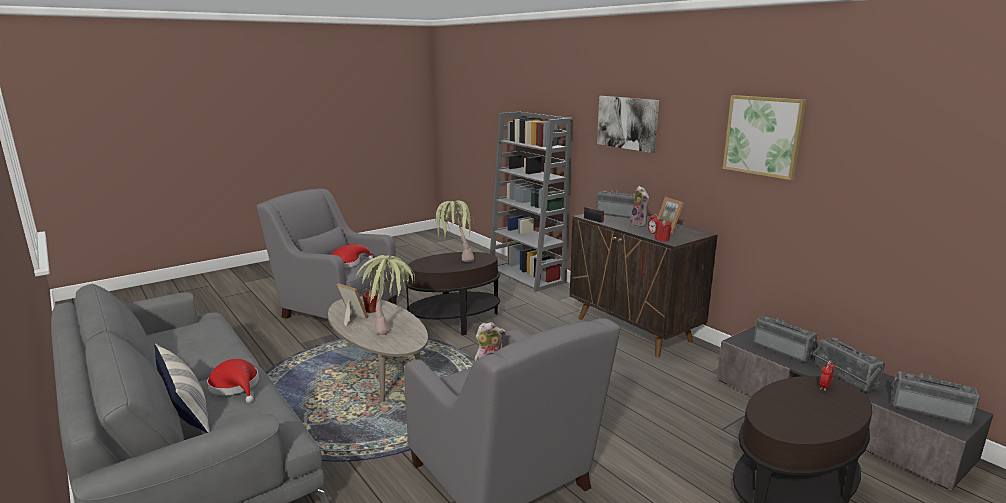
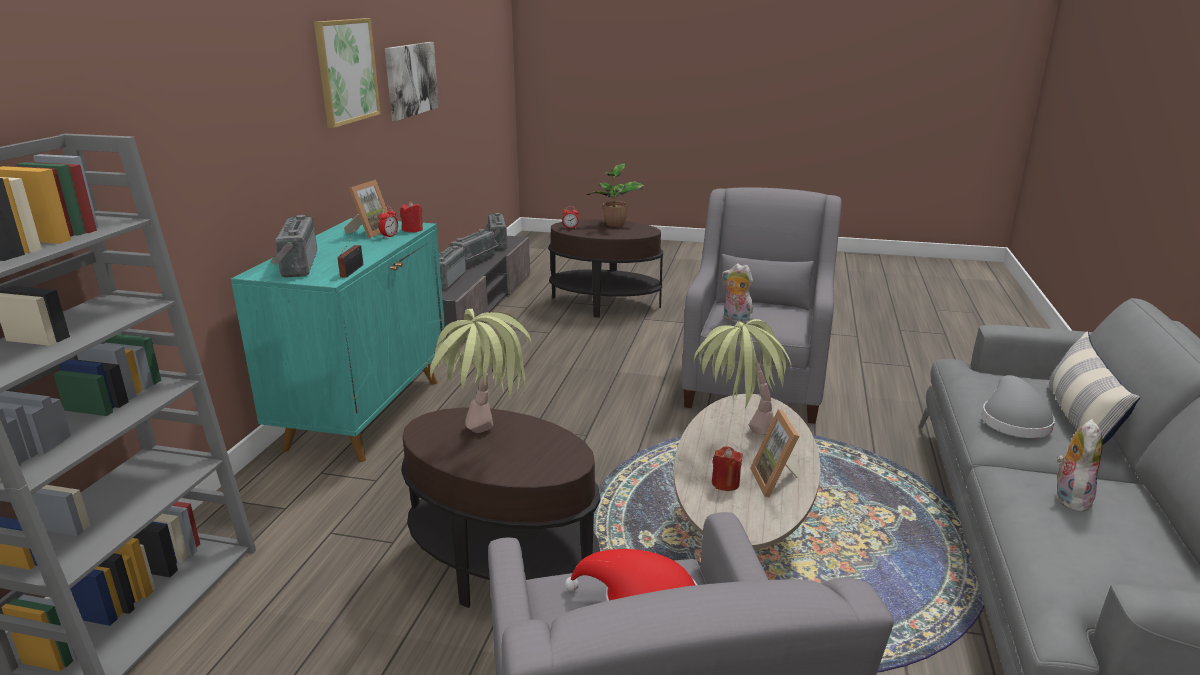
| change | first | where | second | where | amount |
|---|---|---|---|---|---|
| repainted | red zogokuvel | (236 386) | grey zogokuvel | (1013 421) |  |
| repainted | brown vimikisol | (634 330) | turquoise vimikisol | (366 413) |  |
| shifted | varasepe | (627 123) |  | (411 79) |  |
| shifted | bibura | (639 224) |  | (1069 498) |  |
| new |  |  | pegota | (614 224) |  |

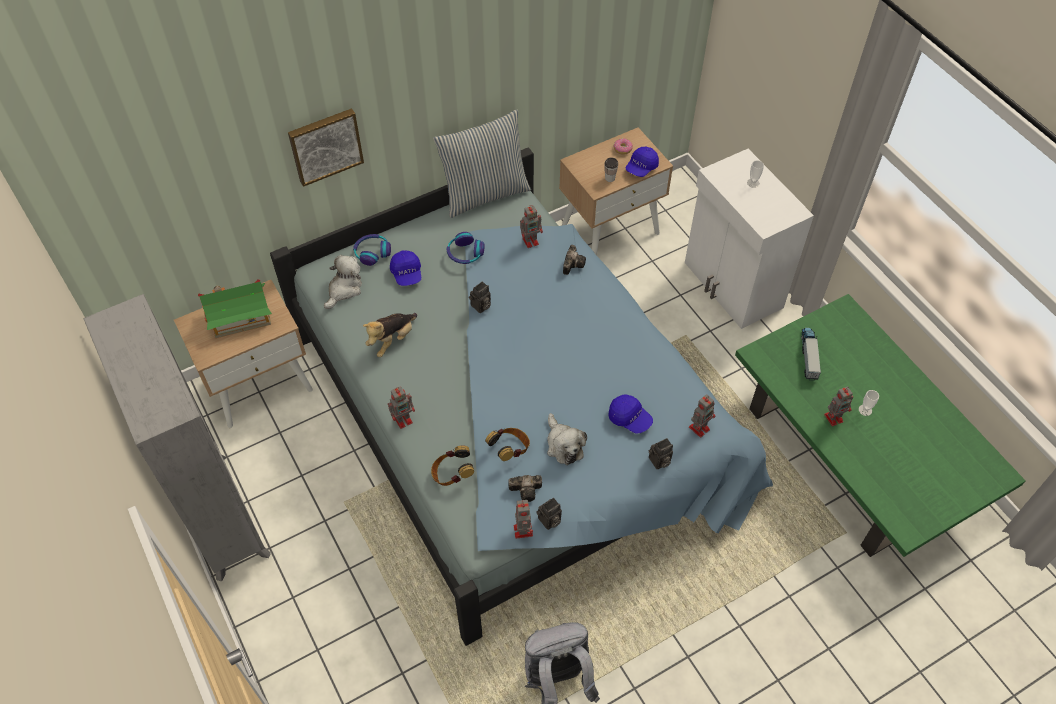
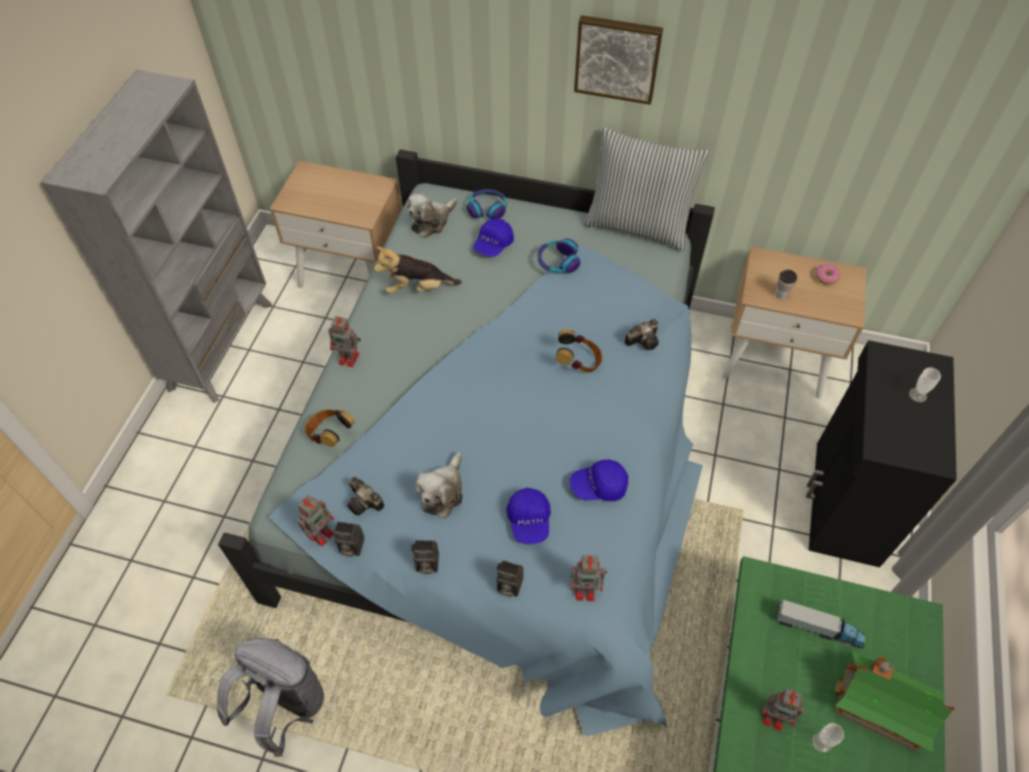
| change | first | where | second | where | amount |
|---|---|---|---|---|---|
| shifted | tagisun | (240 317) |  | (880 707) |  |
| shifted | varasepe | (325 145) |  | (617 58) |  |
| rotated | bibura | (344 289) |  | (431 222) | 150 degrees clockwise |
| shifted | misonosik | (480 306) |  | (426 564) |  |
| shifted | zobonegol | (510 449) |  | (578 362) |  |
| gone | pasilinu | (531 241) |  |  |  |
| shifted | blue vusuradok | (641 168) |  | (599 486) |  |
| repainted | white vimikisol | (732 286) | black vimikisol | (844 502) |  |
| rotated | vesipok | (808 356) |  | (818 628) | 60 degrees clockwise |

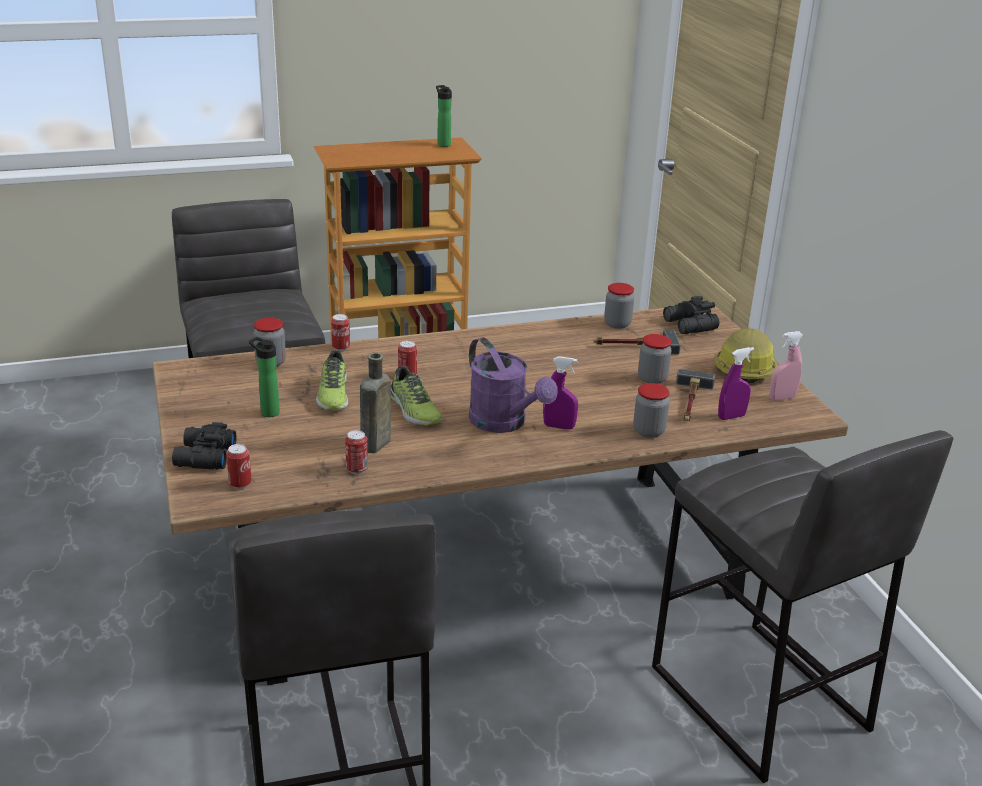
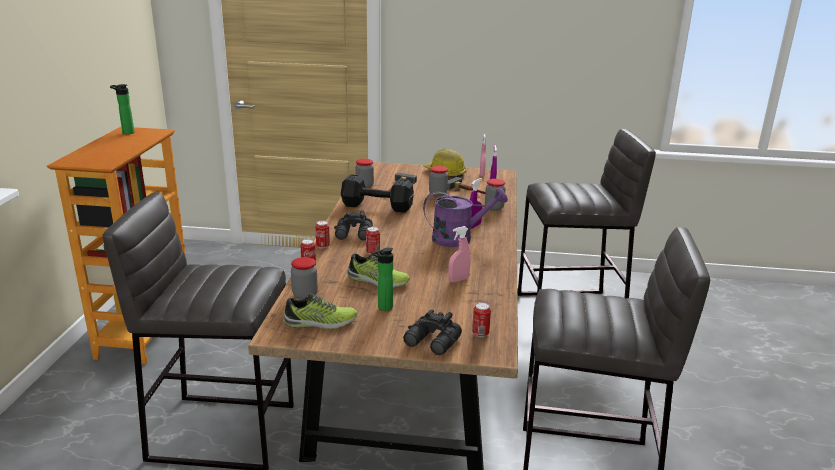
| change | first | where | second | where | amount |
|---|---|---|---|---|---|
| shifted | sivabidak | (357 469) |  | (323 246) |  |
| swapped | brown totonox | (374 445) | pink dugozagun | (458 280) |  |
| shifted | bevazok | (414 410) |  | (320 322) |  |
| shifted | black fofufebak | (689 326) |  | (355 235) |  |
| new |  |  | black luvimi | (378 207) |  |

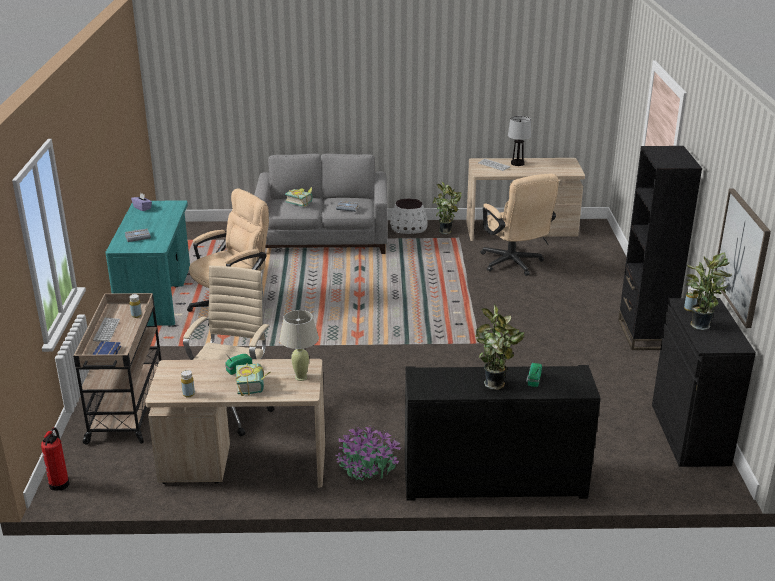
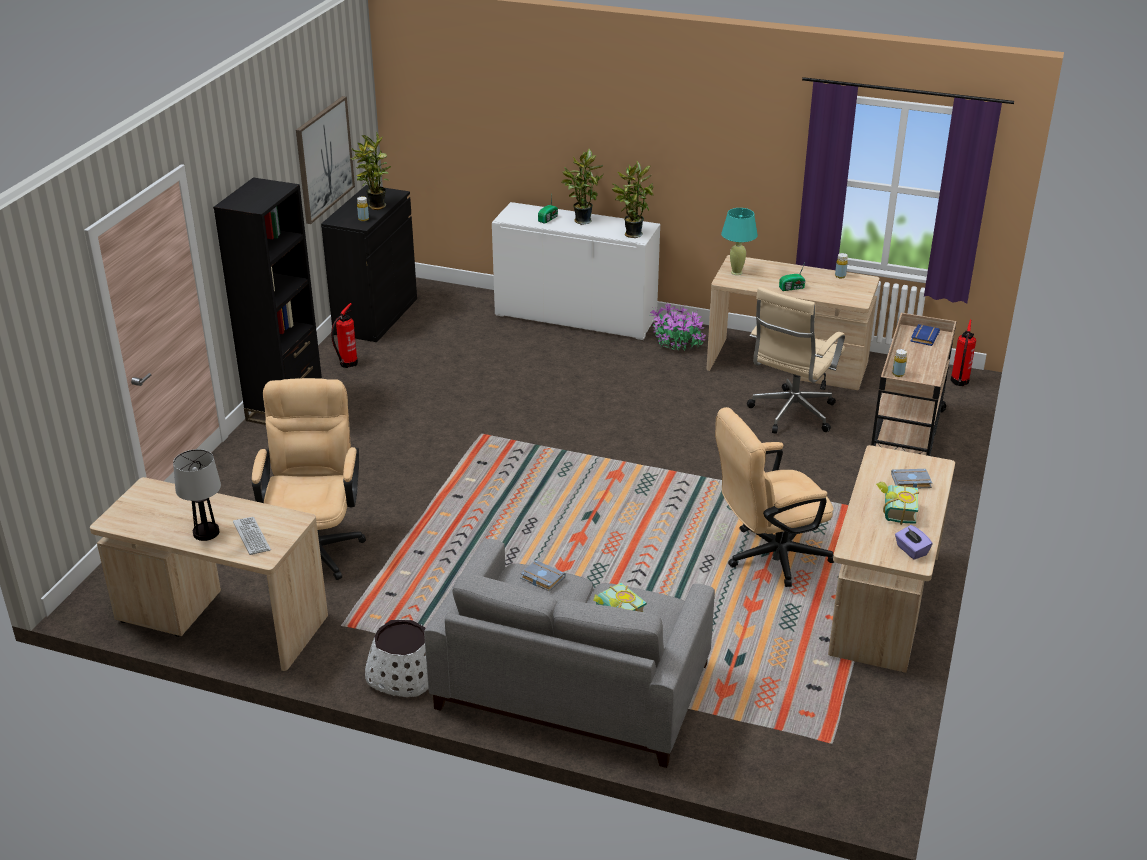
| change | first | where | second | where | amount |
|---|---|---|---|---|---|
| gone | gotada | (106 330) |  |  |  |
| repainted | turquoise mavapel | (157 295) | beige mavapel | (882 604) |  |
| shifted | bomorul | (254 386) |  | (894 512) |  |
| repainted | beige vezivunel | (301 377) | turquoise vezivunel | (736 272) |  |
| repainted | black vimikisol | (494 480) | white vimikisol | (575 317) |  |
| shifted | pegota | (446 232) |  | (631 234) |  |
| new |  |  | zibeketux | (347 364) |  |

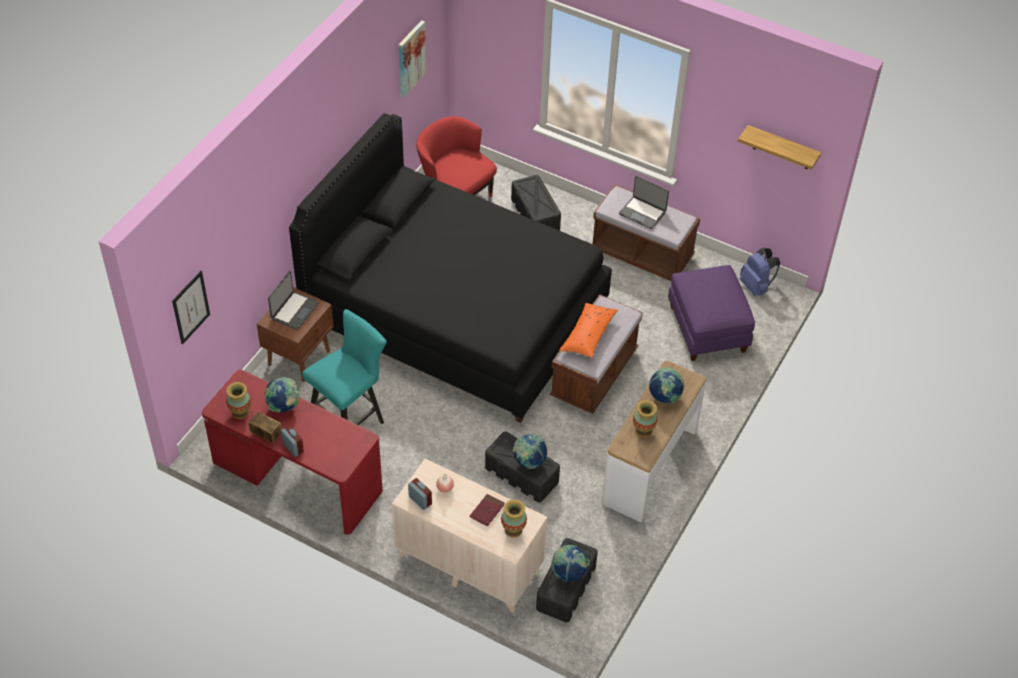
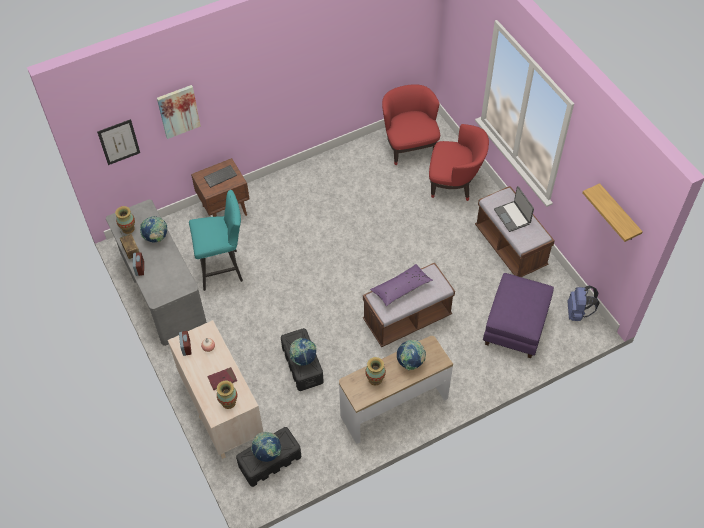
| change | first | where | second | where | amount |
|---|---|---|---|---|---|
| repainted | red mavapel | (297 478) | grey mavapel | (162 290) |  |
| swapped | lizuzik | (294 311) | gotada | (220 176) |  |
| gone | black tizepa | (455 313) |  |  |  |
| shifted | varasepe | (410 58) |  | (178 111) |  |
| swapped | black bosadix | (535 215) | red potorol | (454 184) |  |
| repainted | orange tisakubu | (588 335) | purple tisakubu | (401 288) |  |

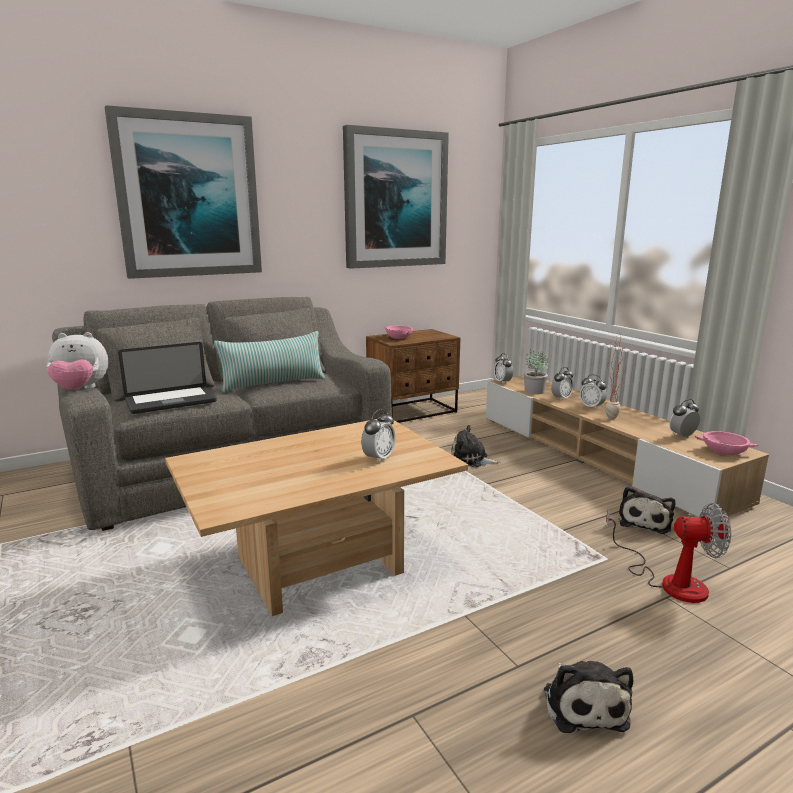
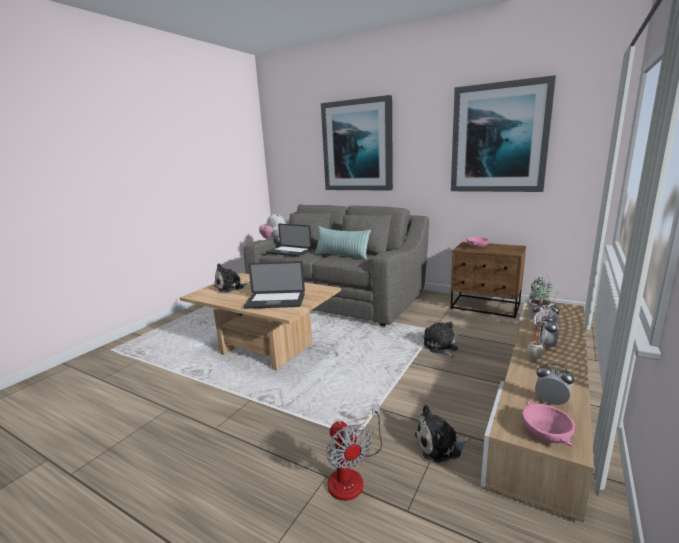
| change | first | where | second | where | amount |
|---|---|---|---|---|---|
| swapped | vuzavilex | (378 458) | lizuzik | (275 301) |  |
| shifted | bibura | (583 704) |  | (231 287) |  |

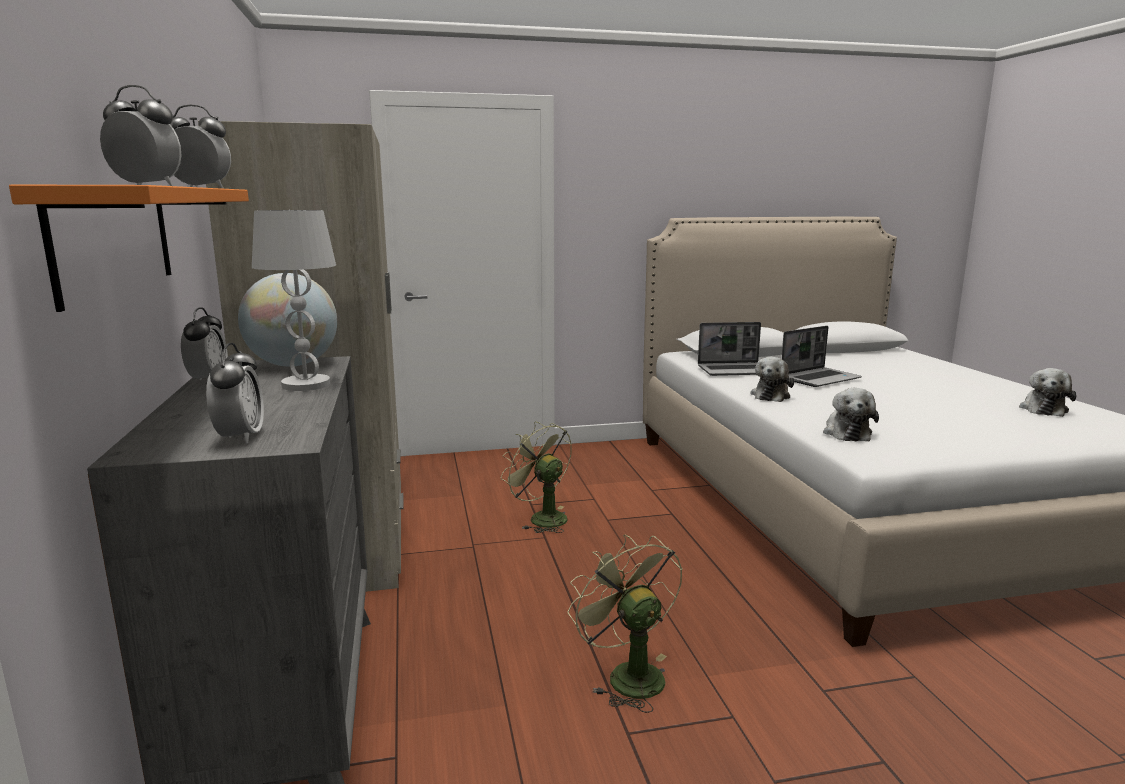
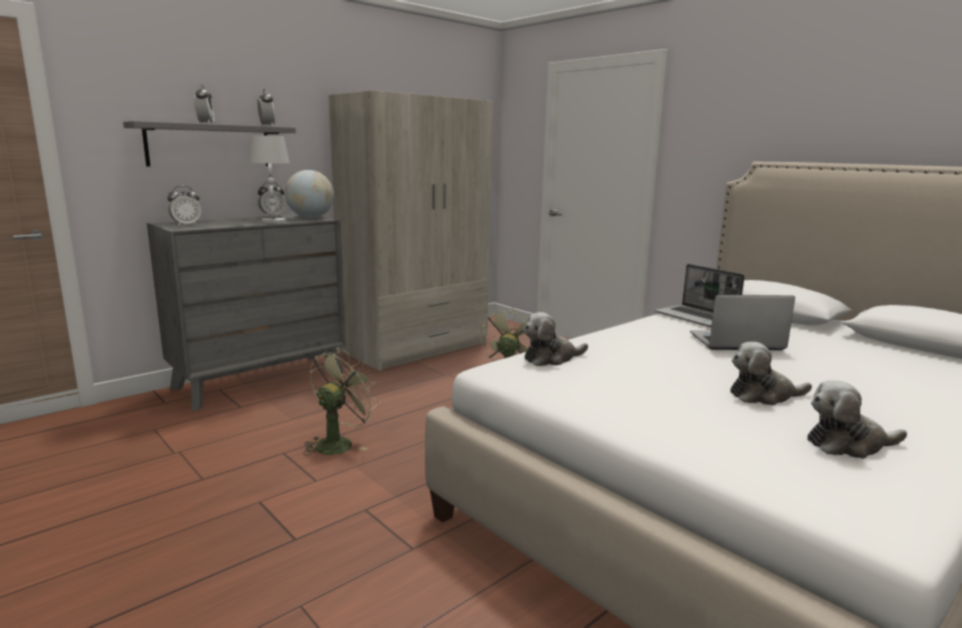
| change | first | where | second | where | amount |
|---|---|---|---|---|---|
| repainted | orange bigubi | (115 239) | grey bigubi | (209 145) |  |
| shifted | bibura | (771 395) |  | (763 395) |  |
| rotated | lizuzik | (820 379) |  | (735 342) | 150 degrees clockwise |

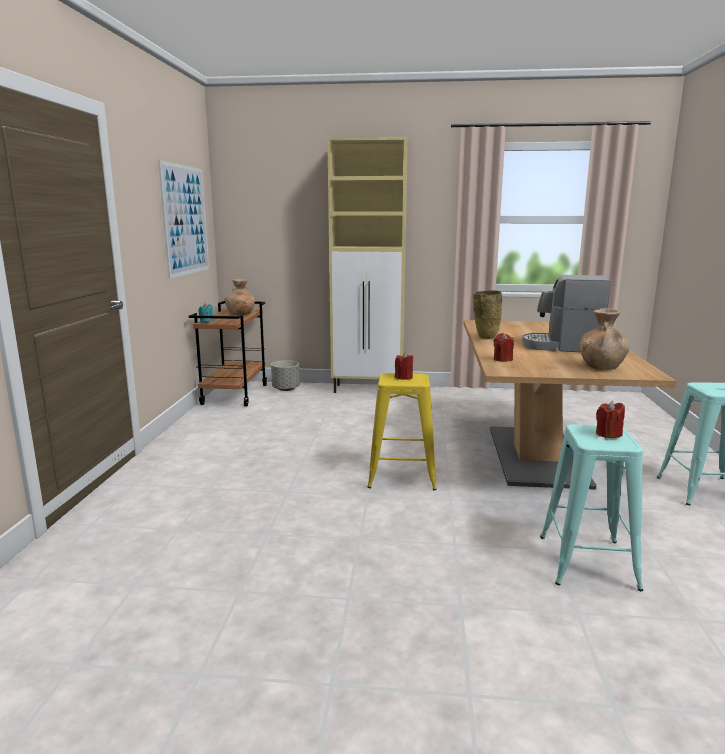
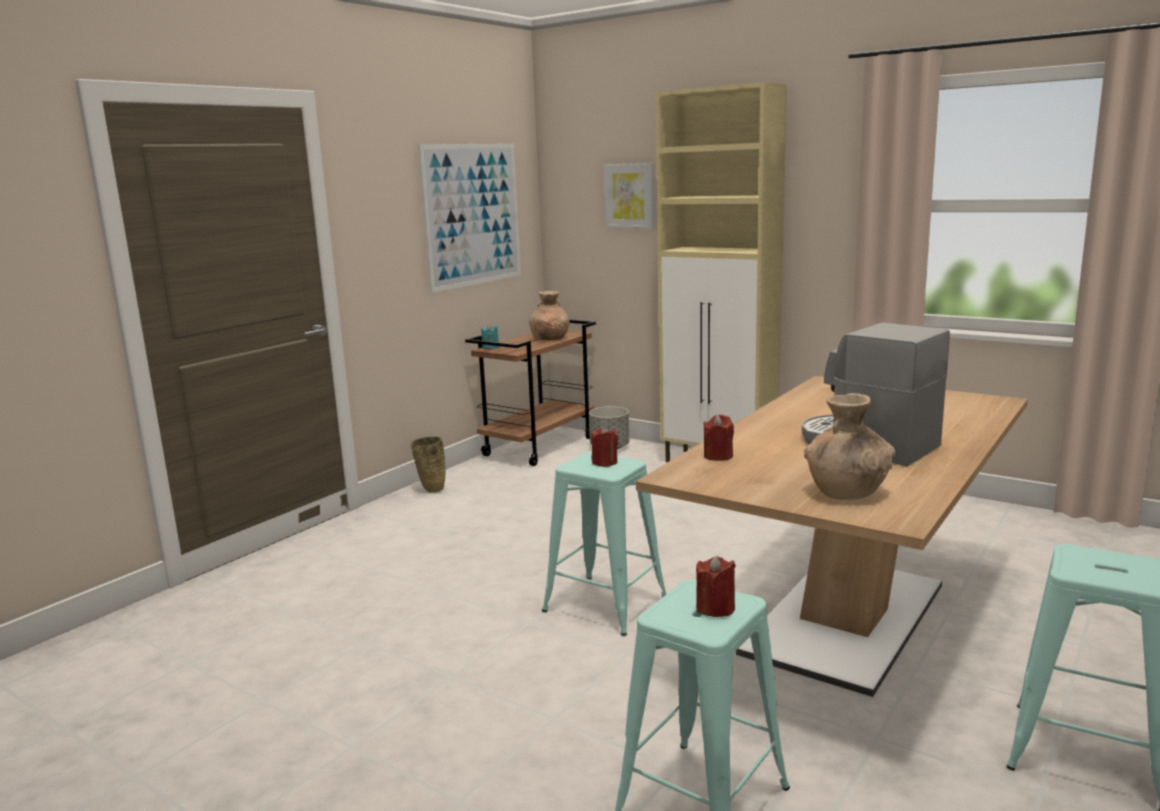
| change | first | where | second | where | amount |
|---|---|---|---|---|---|
| repainted | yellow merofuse | (401 476) | turquoise merofuse | (605 604) |  |
| shifted | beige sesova | (485 338) |  | (431 490) |  |
| new |  |  | varasepe | (630 196) |  |

